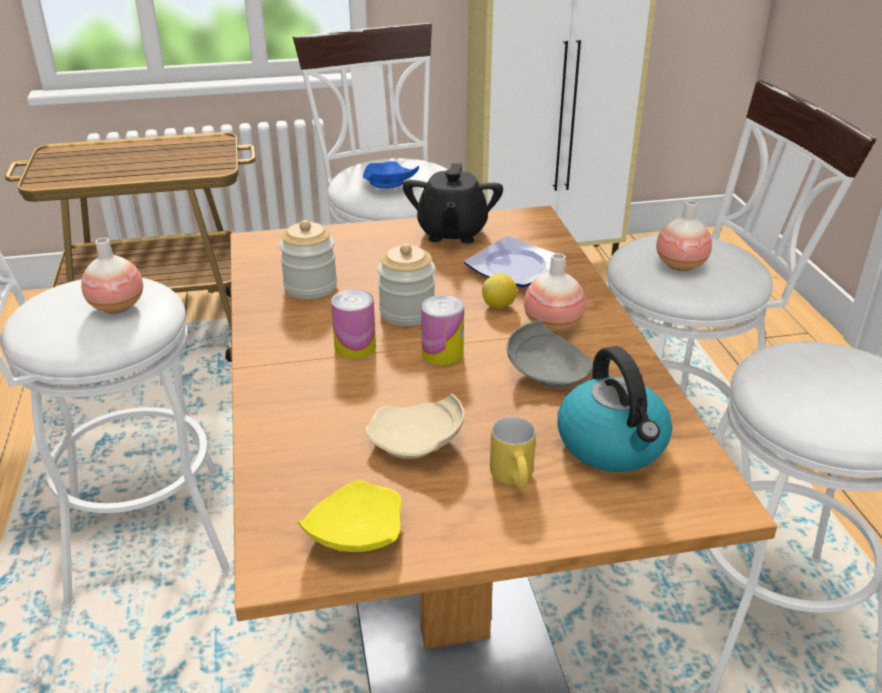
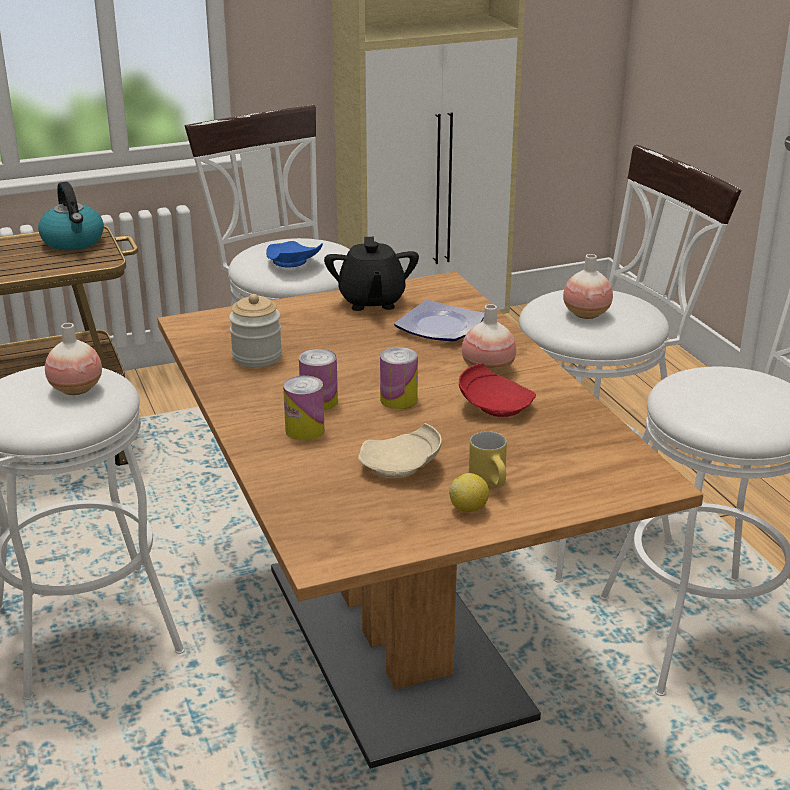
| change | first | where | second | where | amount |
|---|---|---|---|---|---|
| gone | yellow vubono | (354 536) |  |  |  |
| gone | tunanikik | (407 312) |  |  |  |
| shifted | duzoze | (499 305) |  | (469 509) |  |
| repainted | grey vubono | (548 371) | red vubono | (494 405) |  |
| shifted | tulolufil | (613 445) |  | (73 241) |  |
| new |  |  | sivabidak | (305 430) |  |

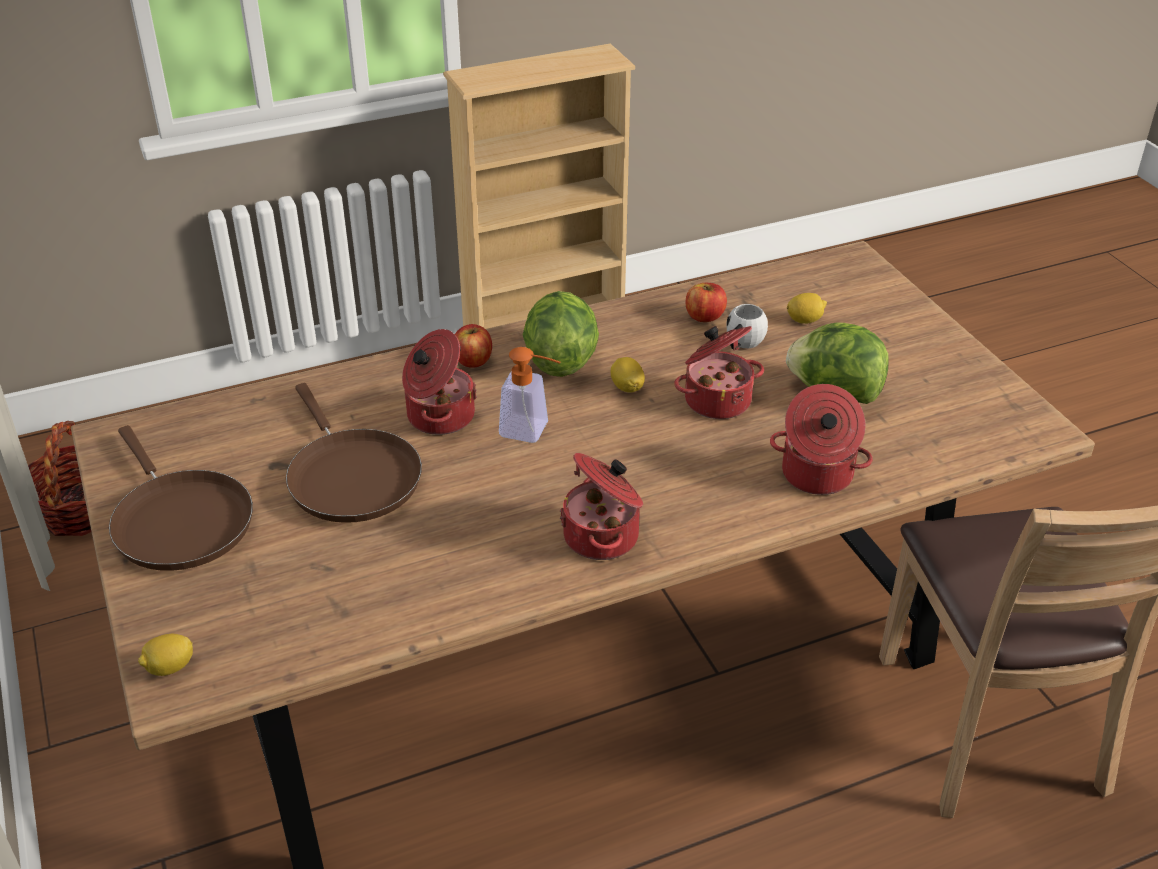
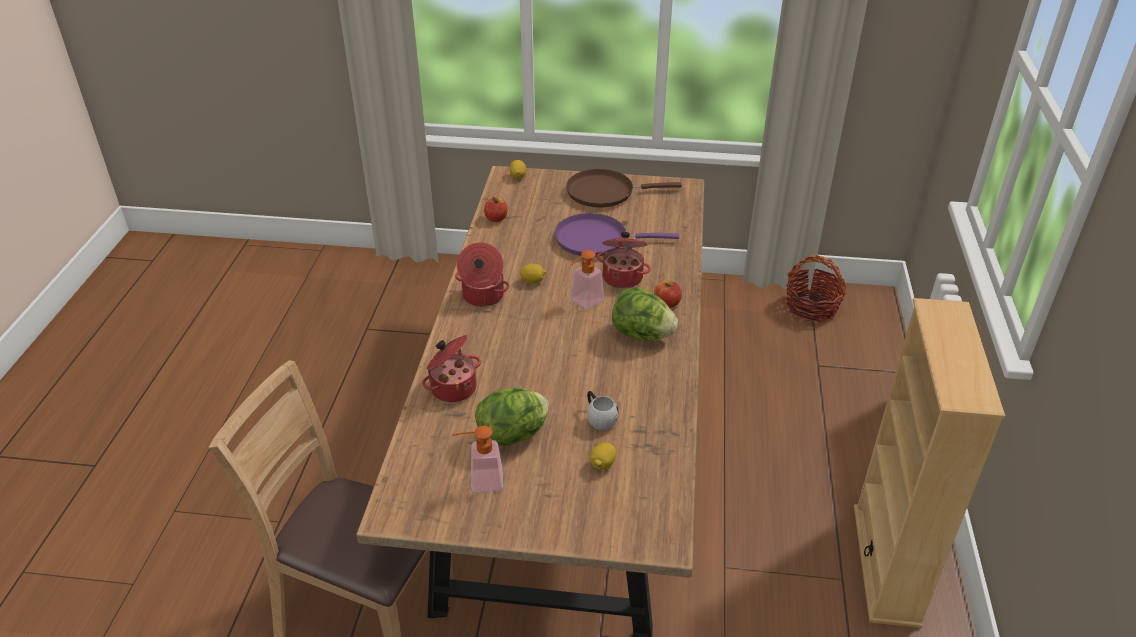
| change | first | where | second | where | amount |
|---|---|---|---|---|---|
| repainted | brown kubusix | (351 476) | purple kubusix | (596 239) |  |
| shifted | duzoze | (627 387) |  | (533 281) |  |
| gone | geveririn | (716 400) |  |  |  |
| shifted | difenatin | (704 316) |  | (496 218) |  |
| new |  |  | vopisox | (480 481) |  |

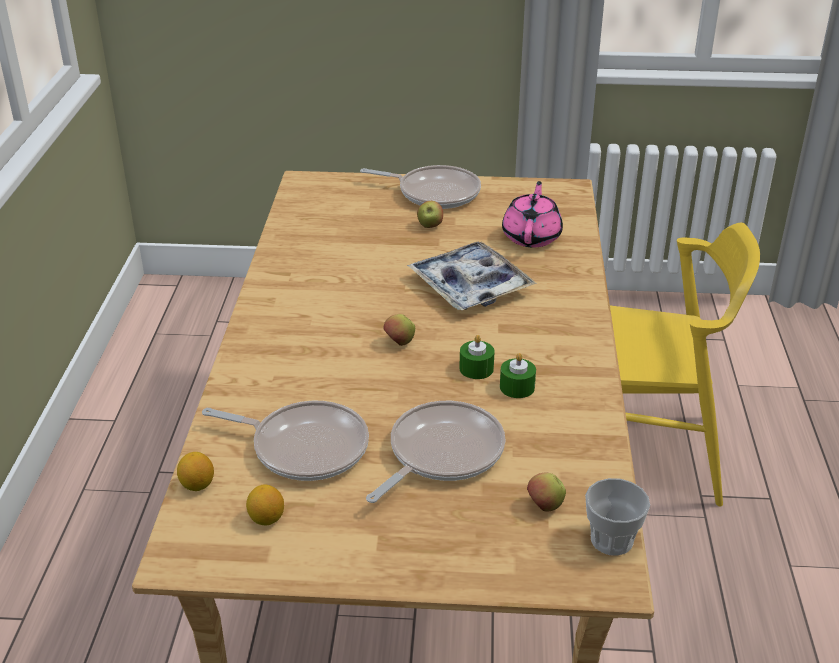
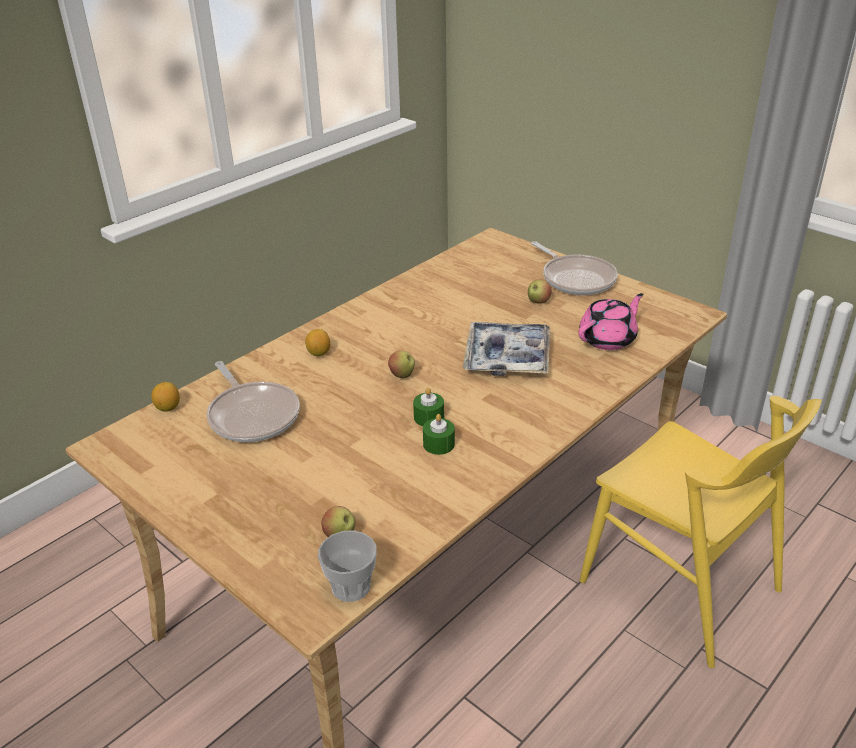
| change | first | where | second | where | amount |
|---|---|---|---|---|---|
| shifted | duzoze | (266 519) |  | (319 353) |  |
| gone | kubusix | (441 453) |  |  |  |

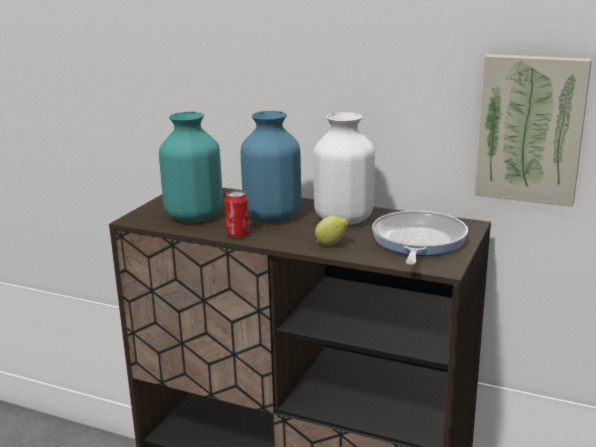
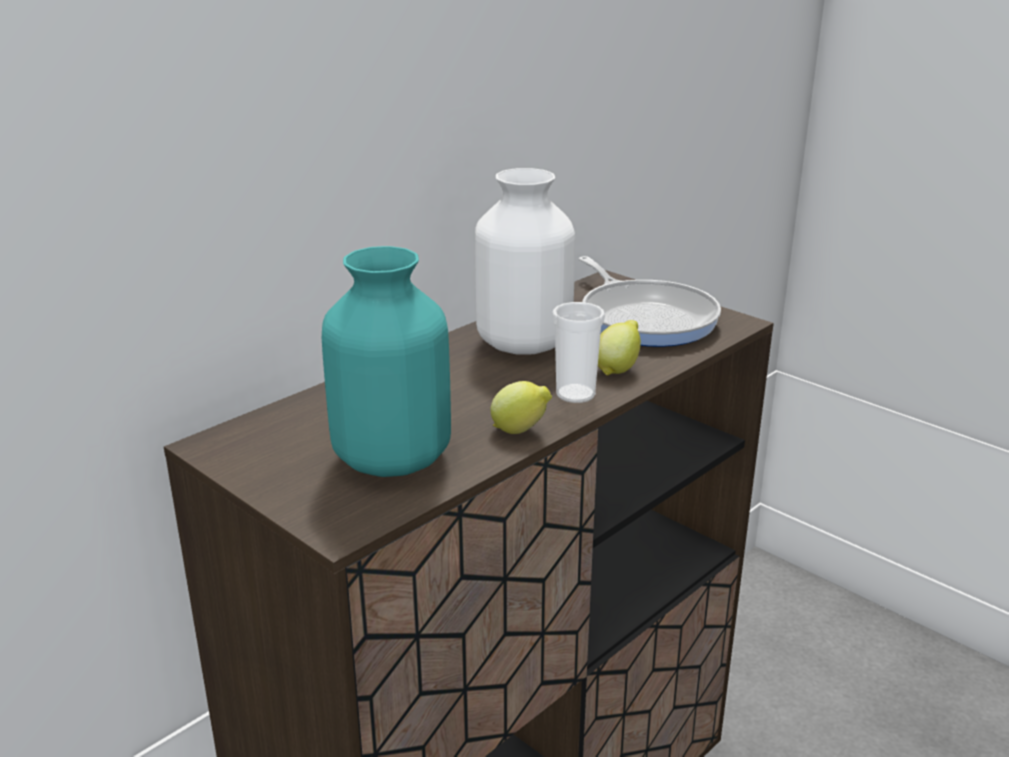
| change | first | where | second | where | amount |
|---|---|---|---|---|---|
| swapped | sivabidak | (238 234) | duzoze | (521 431) |  |
| gone | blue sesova | (272 216) |  |  |  |
| rotated | kubusix | (417 242) |  | (645 318) | 150 degrees counterclockwise |
| gone | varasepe | (531 128) |  |  |  |
| new |  |  | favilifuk | (575 394) |  |

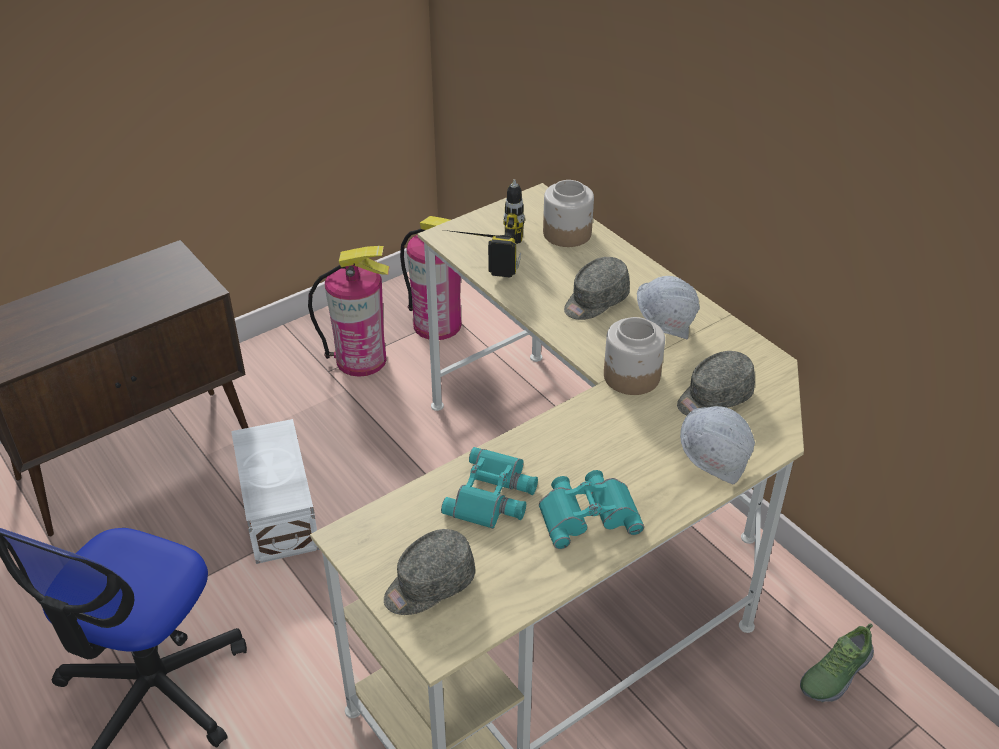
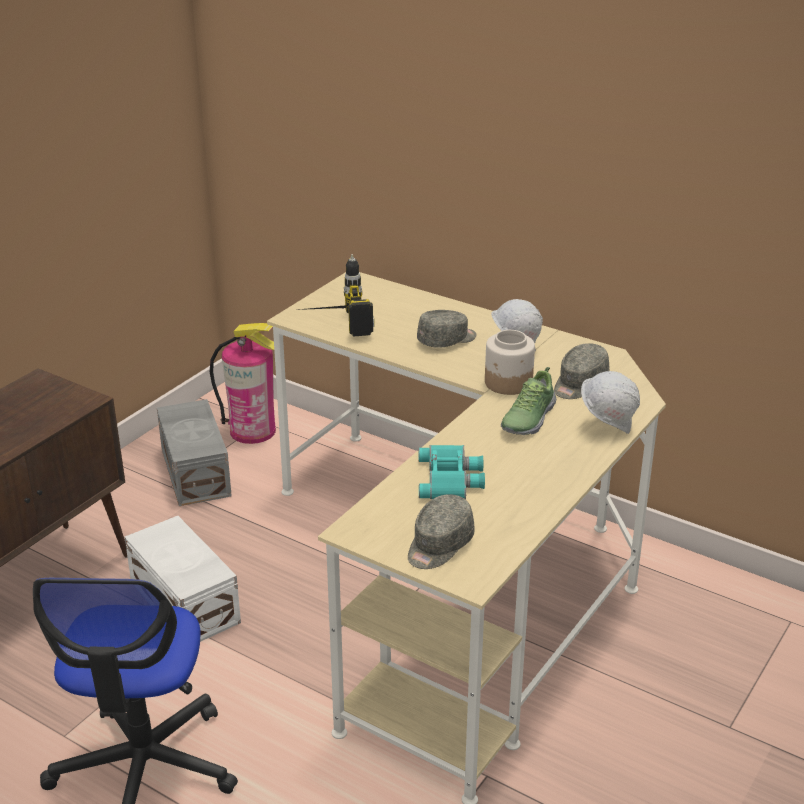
| change | first | where | second | where | amount |
|---|---|---|---|---|---|
| swapped | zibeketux | (361 359) | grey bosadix | (197 471) |  |
| gone | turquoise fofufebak | (587 513) |  |  |  |
| gone | tunanikik | (567 233) |  |  |  |
| rotated | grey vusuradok | (595 301) |  | (447 340) | 150 degrees counterclockwise |
| shifted | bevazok | (834 673) |  | (527 418) |  |

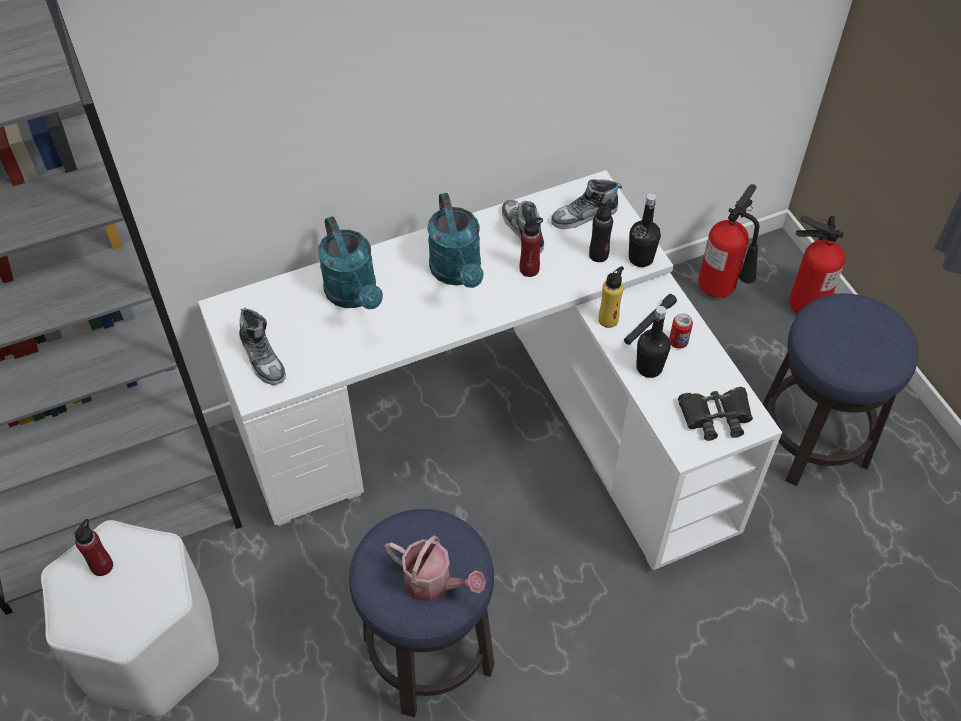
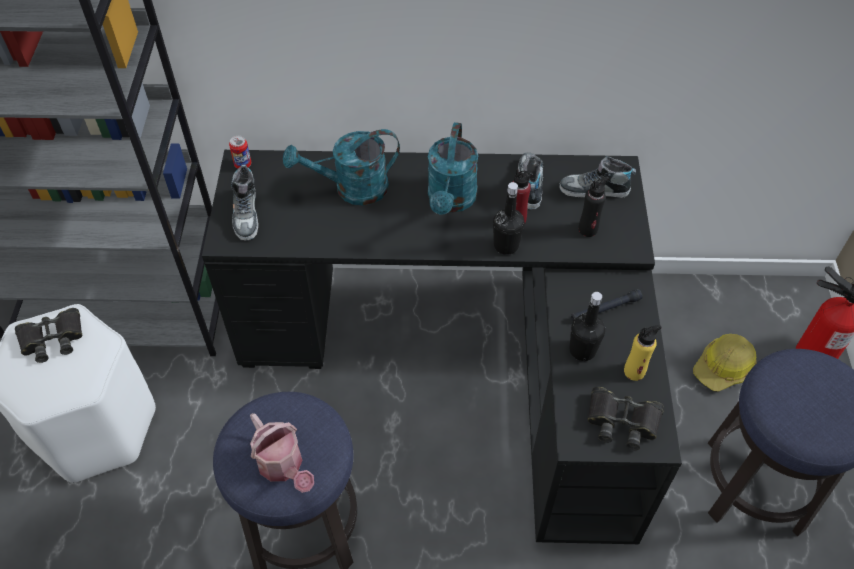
| change | first | where | second | where | amount |
|---|---|---|---|---|---|
| swapped | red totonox | (102 566) | black fofufebak | (52 339) |  |
| repainted | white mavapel | (498 426) | black mavapel | (466 356) |  |
| rotated | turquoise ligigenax | (354 295) |  | (352 189) | 75 degrees clockwise |
| shifted | yellow totonox | (608 320) |  | (634 371) |  |
| shifted | black totonox | (640 258) |  | (506 245) |  |
| shifted | sivabidak | (678 342) |  | (243 164) |  |
| gone | zibeketux | (722 288) |  |  |  |
| new |  |  | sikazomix | (723 367) |  |

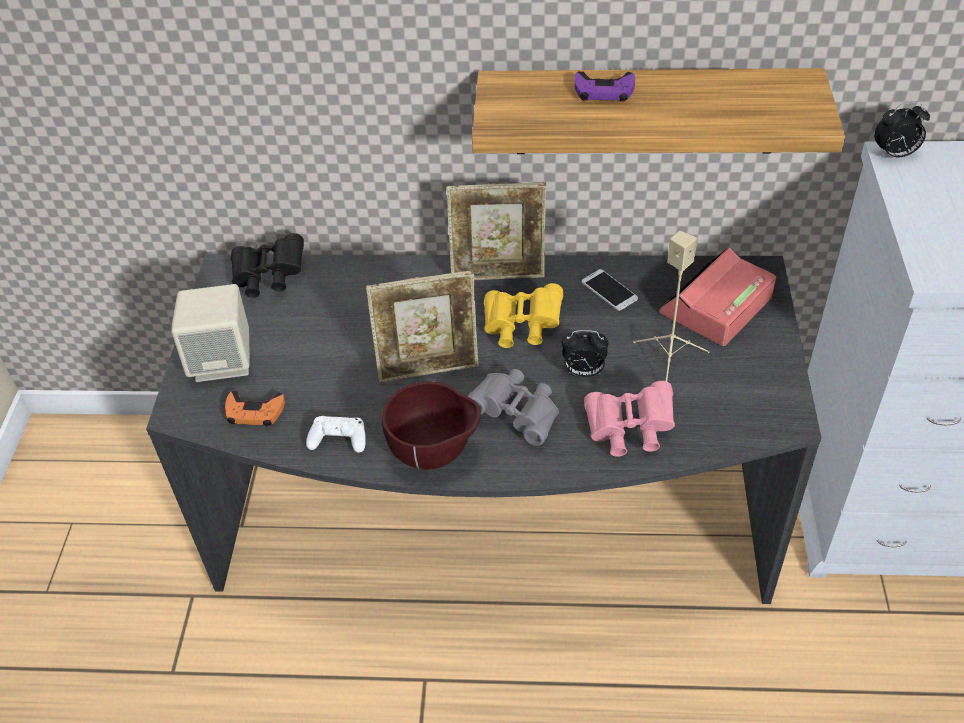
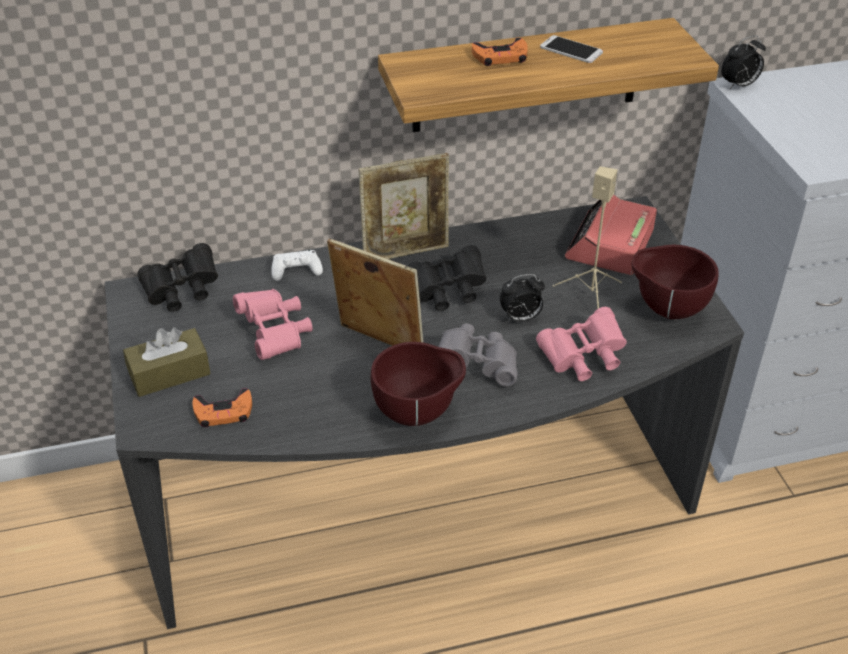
| change | first | where | second | where | amount |
|---|---|---|---|---|---|
| swapped | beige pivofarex | (223 361) | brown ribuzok | (169 373) |  |
| shifted | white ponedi | (338 439) |  | (296 270) |  |
| rotated | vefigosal | (429 370) |  | (378 343) | 120 degrees counterclockwise |
| repainted | yellow fofufebak | (521 327) | black fofufebak | (447 291) |  |
| repainted | purple ponedi | (604 91) | orange ponedi | (501 57) |  |
| shifted | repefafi | (609 290) |  | (571 50) |  |
| new |  |  | pink fofufebak | (275 333) |  |
| new |  |  | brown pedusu | (666 310) |  |

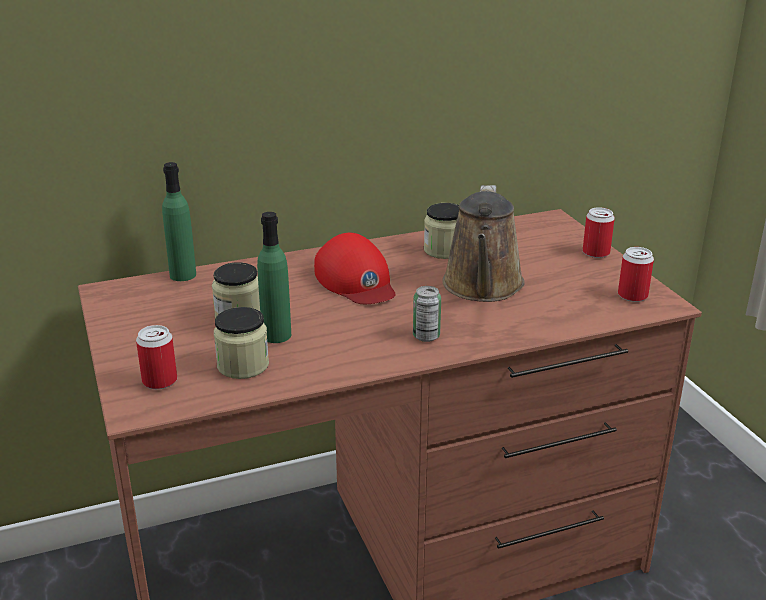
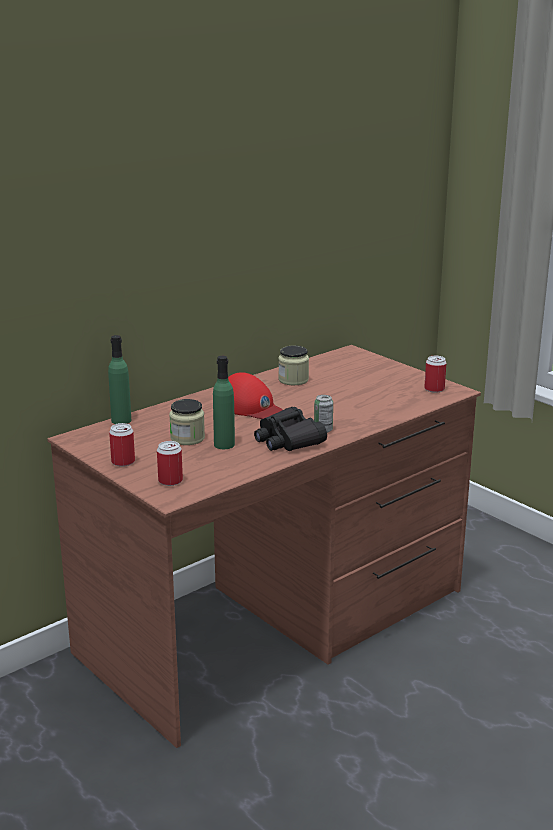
| change | first | where | second | where | amount |
|---|---|---|---|---|---|
| gone | tunanikik | (243 365) |  |  |  |
| gone | brown ligigenax | (483 287) |  |  |  |
| shifted | sivabidak | (596 253) |  | (123 462) |  |
| new |  |  | black fofufebak | (288 440) |  |

